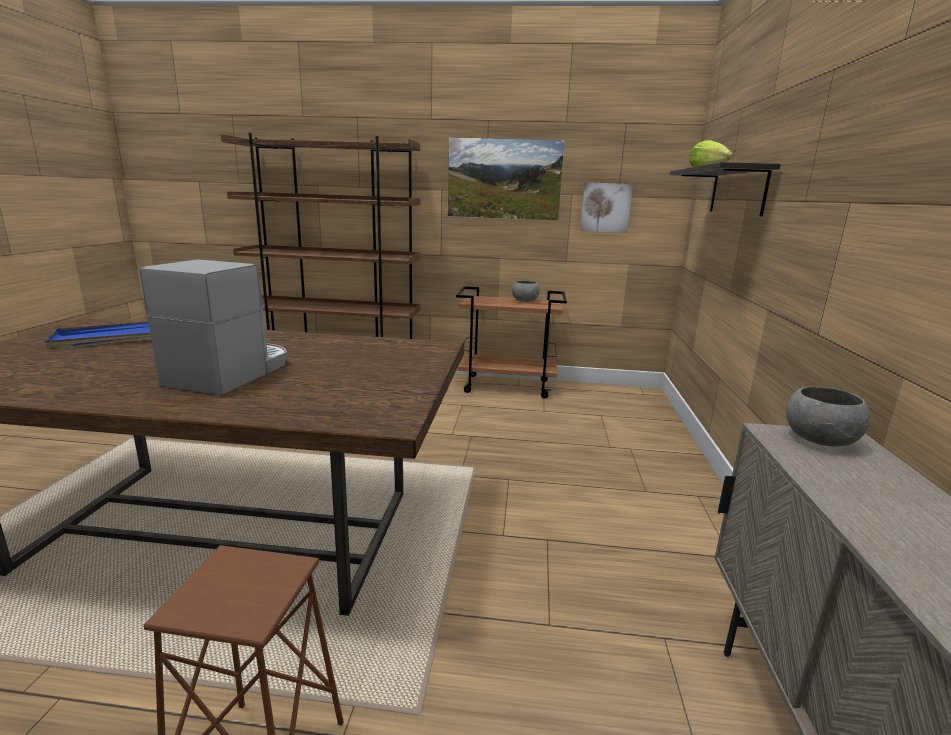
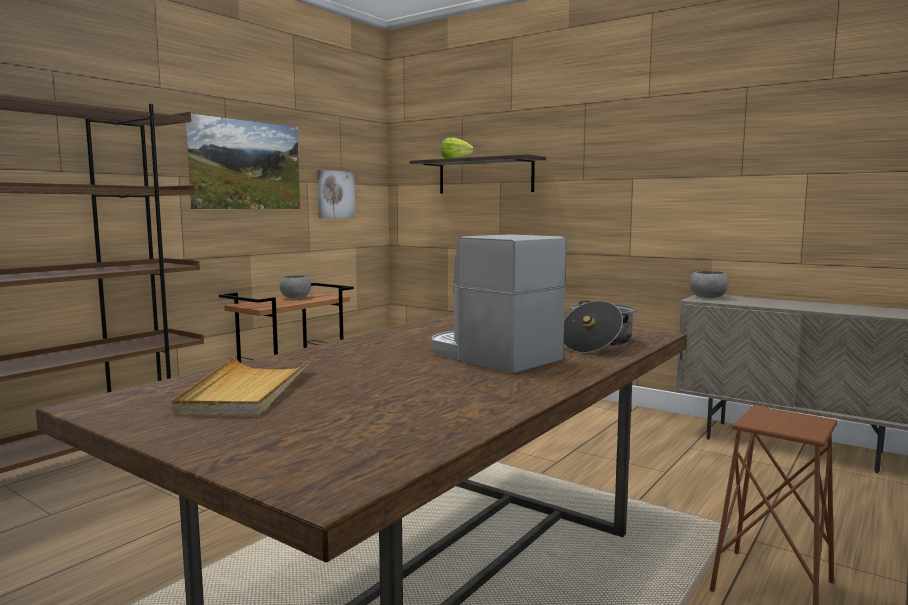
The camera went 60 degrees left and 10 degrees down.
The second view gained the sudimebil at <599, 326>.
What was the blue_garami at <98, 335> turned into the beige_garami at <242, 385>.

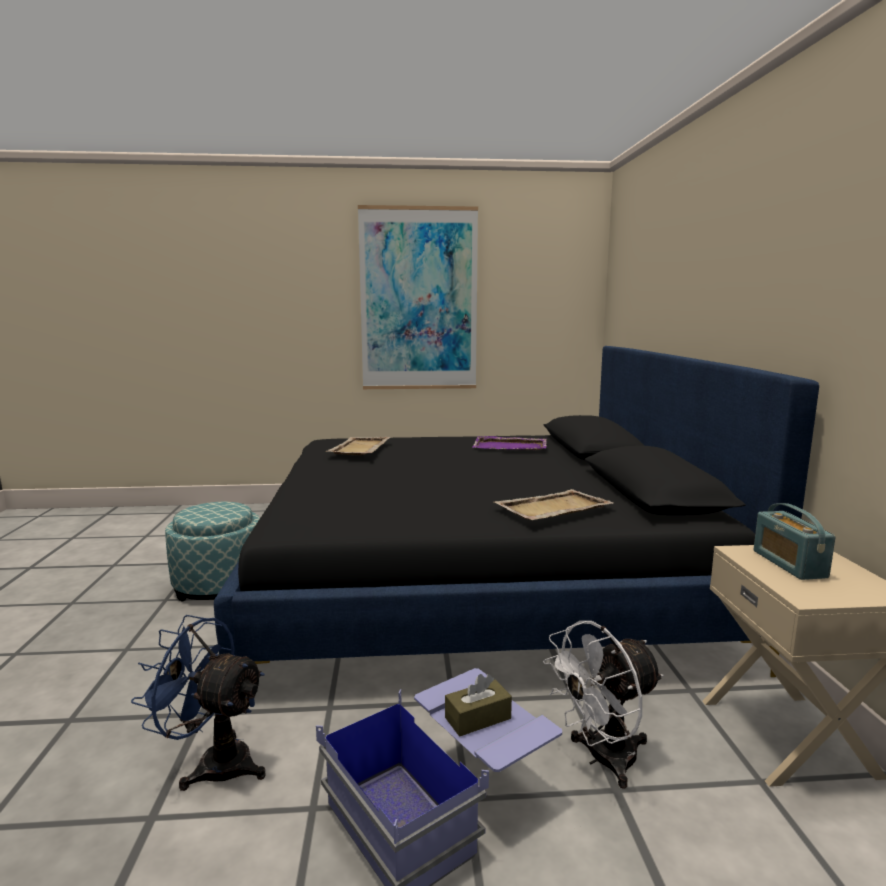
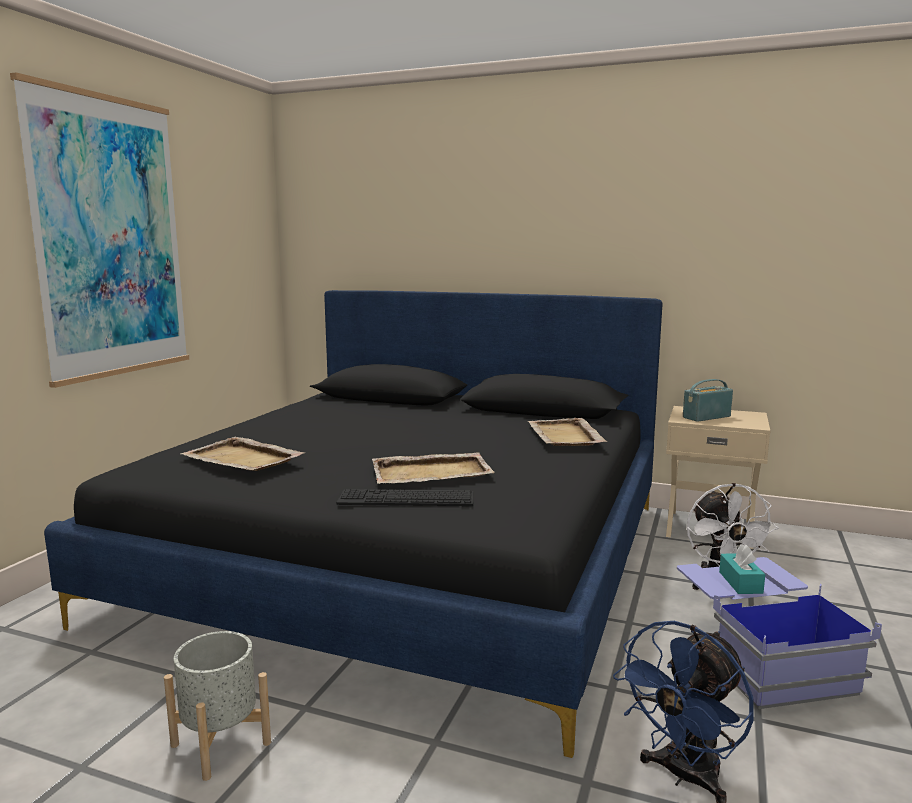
The camera went 65 degrees left and 0 degrees up.
The second view lost the purple_garami at <509, 443>.
The second view gained the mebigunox at <405, 497>.
The second view gained the beige_garami at <433, 468>.
Where the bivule stood at <212, 552>, the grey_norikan came to stand at <217, 706>.
What was the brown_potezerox at <478, 705> turned into the turquoise_potezerox at <742, 569>.
The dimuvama at <794, 541> ended up facing another way, 135 degrees clockwise from before.

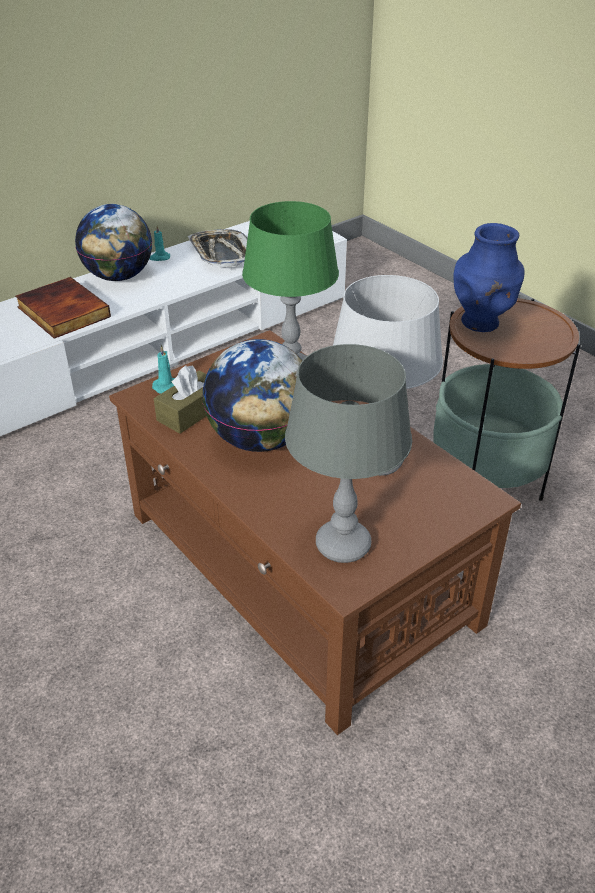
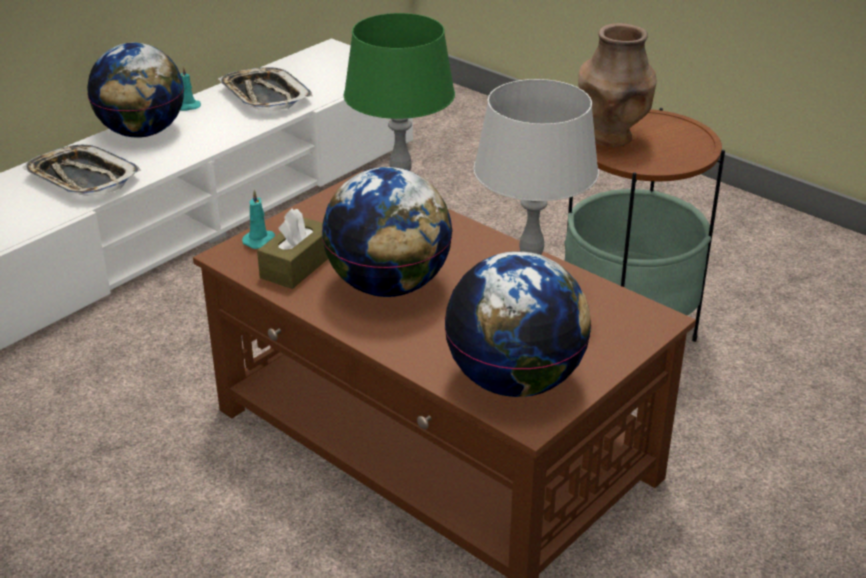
The camera went 10 degrees left and 5 degrees down.
Where the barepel stood at <63, 308>, the garami came to stand at <82, 170>.
Where the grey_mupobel stood at <348, 453>, the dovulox came to stand at <517, 324>.
What was the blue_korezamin at <489, 277> turned into the brown_korezamin at <617, 85>.

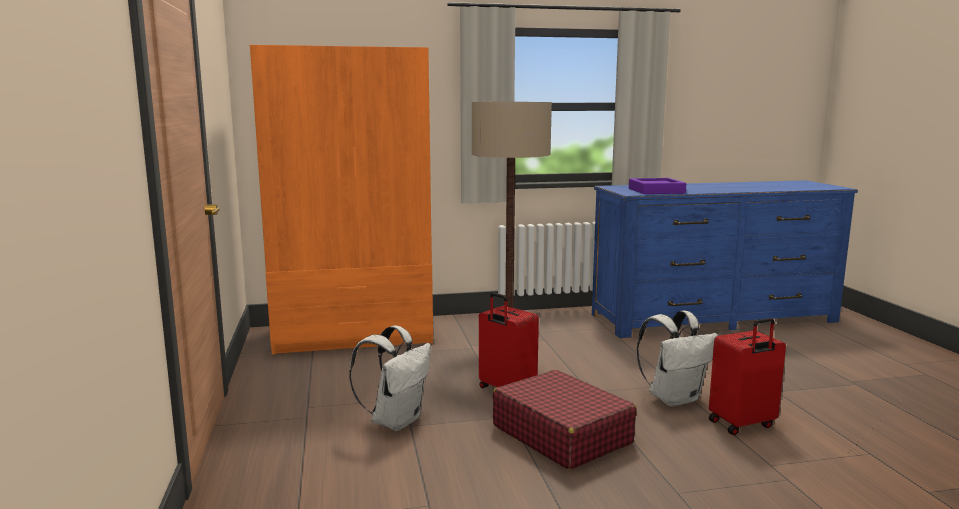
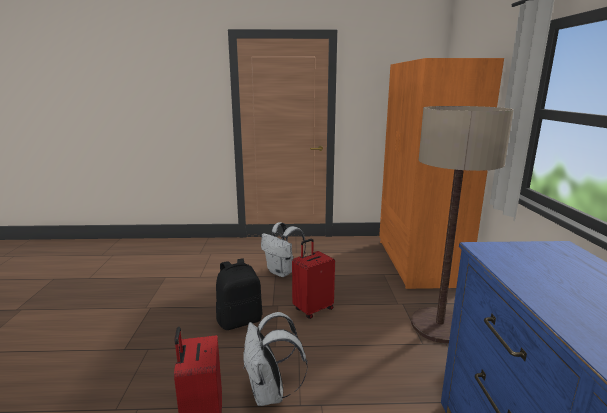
The camera went 100 degrees right and 5 degrees up.
The second view lost the purple_garami at <657, 186>.
Where the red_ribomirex stood at <564, 420>, the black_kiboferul came to stand at <239, 294>.

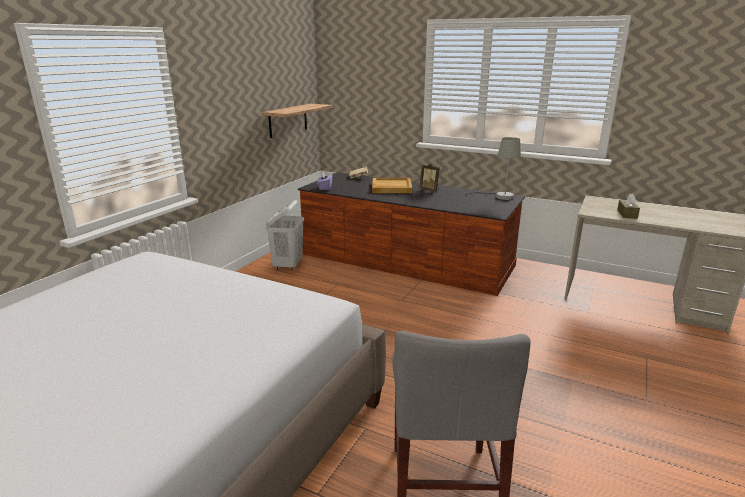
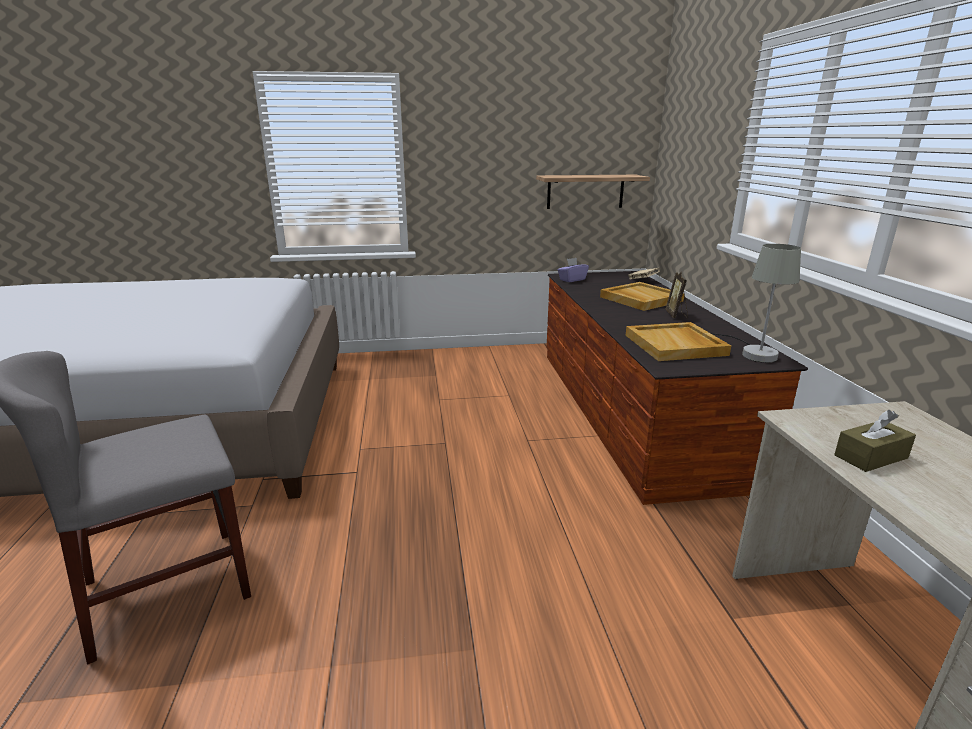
The camera went 55 degrees right and 0 degrees up.
The second view lost the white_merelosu at <285, 235>.
The second view gained the beige_garami at <678, 341>.

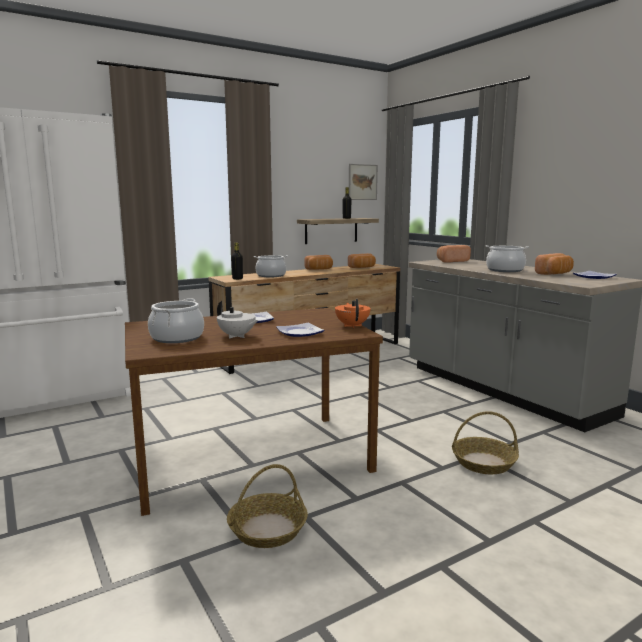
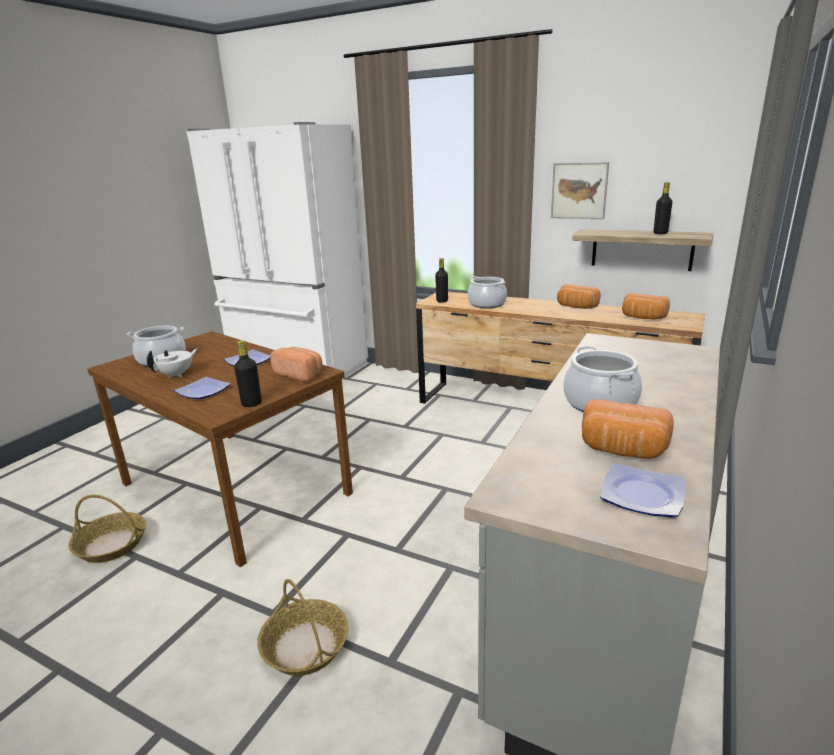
The camera went 60 degrees right and 10 degrees up.
The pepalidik ended up elsewhere, having gone from <363, 182> to <580, 190>.
The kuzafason ended up elsewhere, having gone from <454, 254> to <296, 364>.
Where the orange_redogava stood at <352, 313>, the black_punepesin came to stand at <248, 373>.
The white_redogava at <238, 319> ended up facing another way, 150 degrees counterclockwise from before.

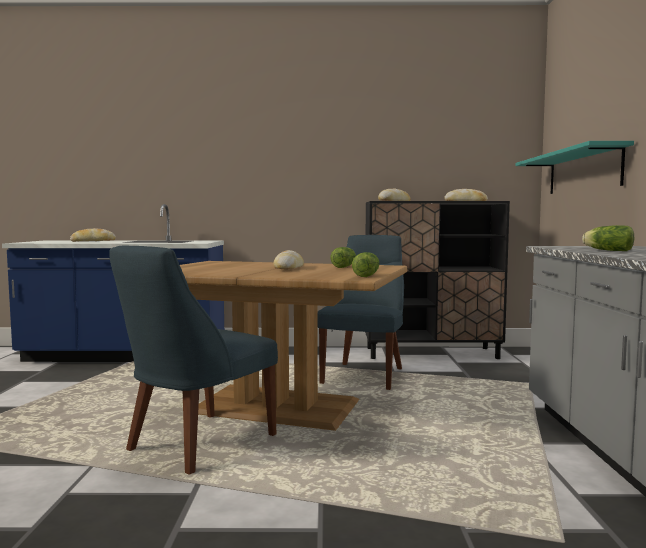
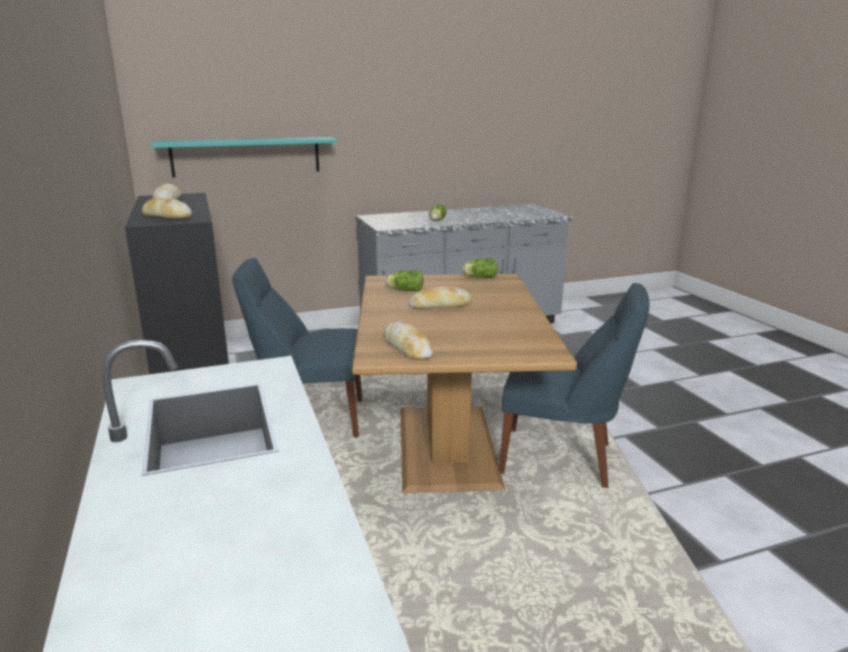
The camera went 110 degrees left and 15 degrees up.
The kuzafason ended up elsewhere, having gone from <93, 235> to <408, 340>.

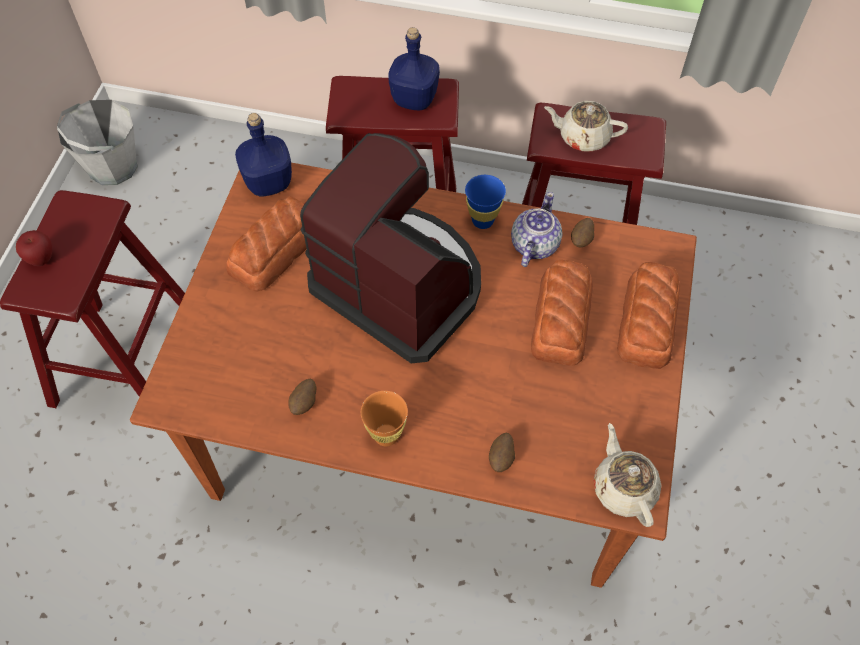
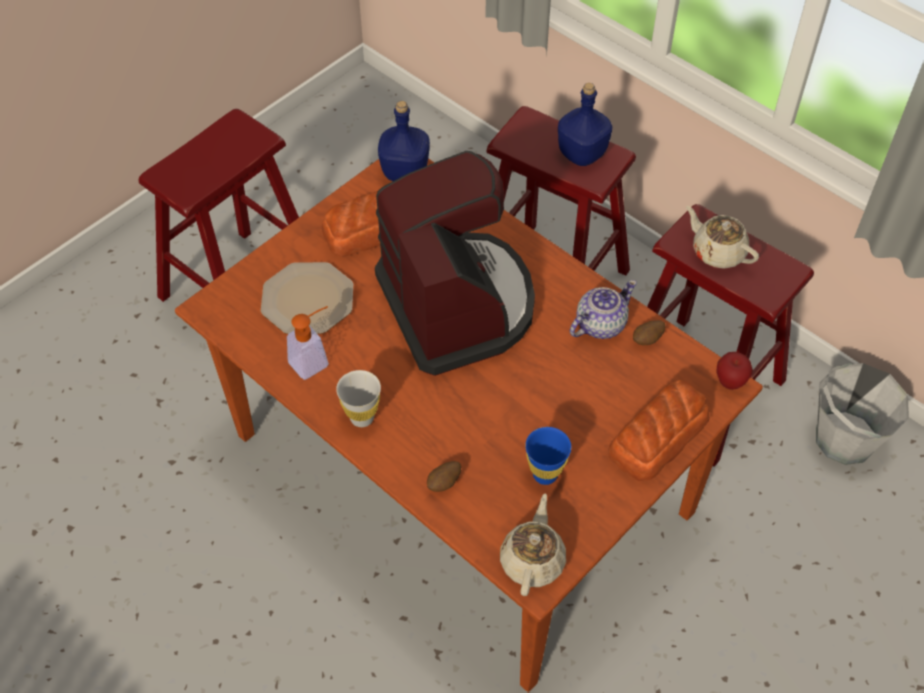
The camera went 30 degrees right and 5 degrees down.
The second view lost the kuzafason at <562, 313>.
The second view gained the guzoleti at <307, 298>.
The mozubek ended up elsewhere, having gone from <34, 248> to <735, 371>.
The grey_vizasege ended up elsewhere, having gone from <97, 142> to <862, 414>.
The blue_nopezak ended up elsewhere, having gone from <485, 202> to <548, 456>.
Where the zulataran stood at <302, 397>, the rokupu came to stand at <308, 343>.
What was the orange_nopezak at <384, 419> turned into the white_nopezak at <358, 398>.

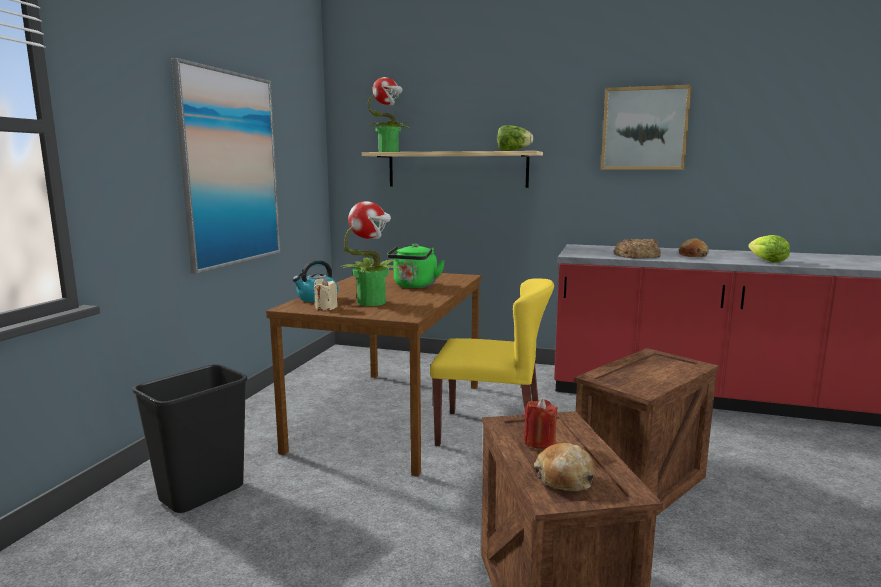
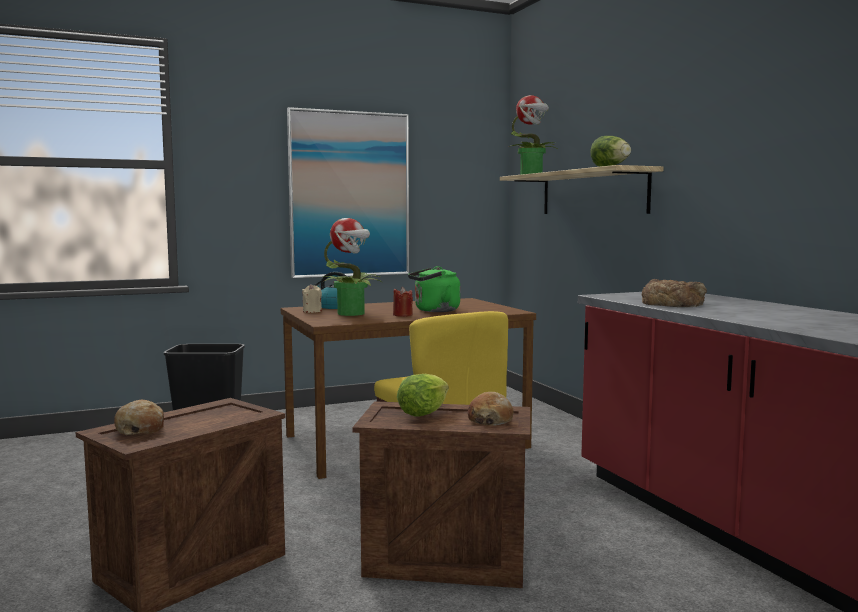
The camera went 50 degrees right and 5 degrees down.
The second view lost the pepalidik at <646, 127>.
The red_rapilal ended up elsewhere, having gone from <541, 424> to <403, 302>.
The kuzafason ended up elsewhere, having gone from <694, 248> to <491, 409>.
The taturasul ended up elsewhere, having gone from <769, 249> to <423, 395>.

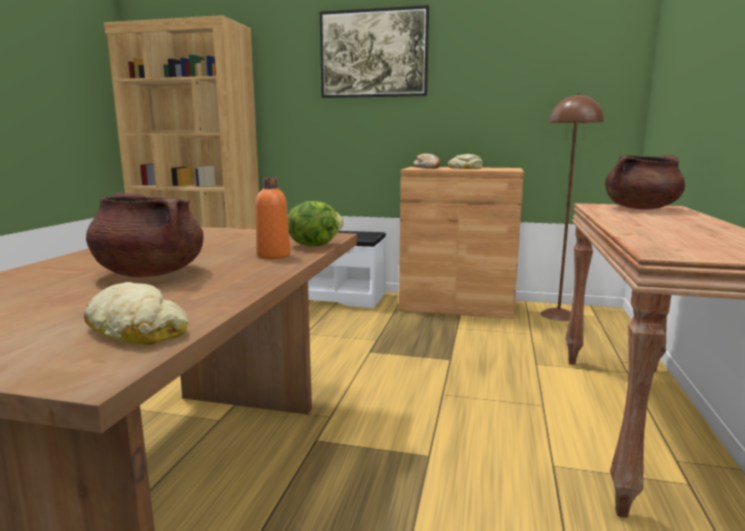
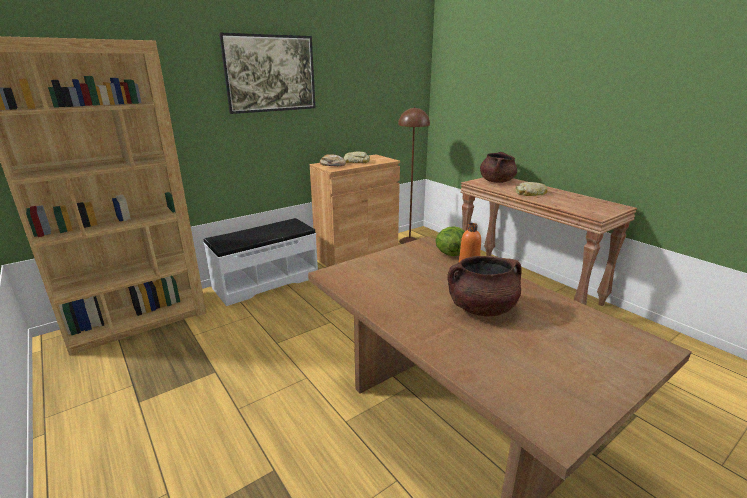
The camera went 50 degrees left and 10 degrees up.
The kuzafason ended up elsewhere, having gone from <136, 313> to <532, 189>.

